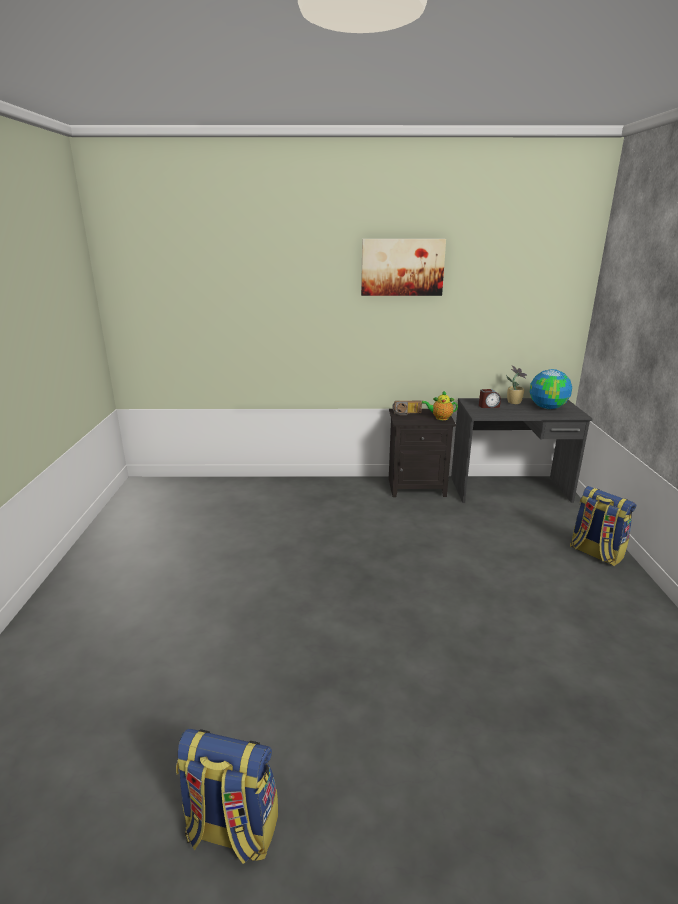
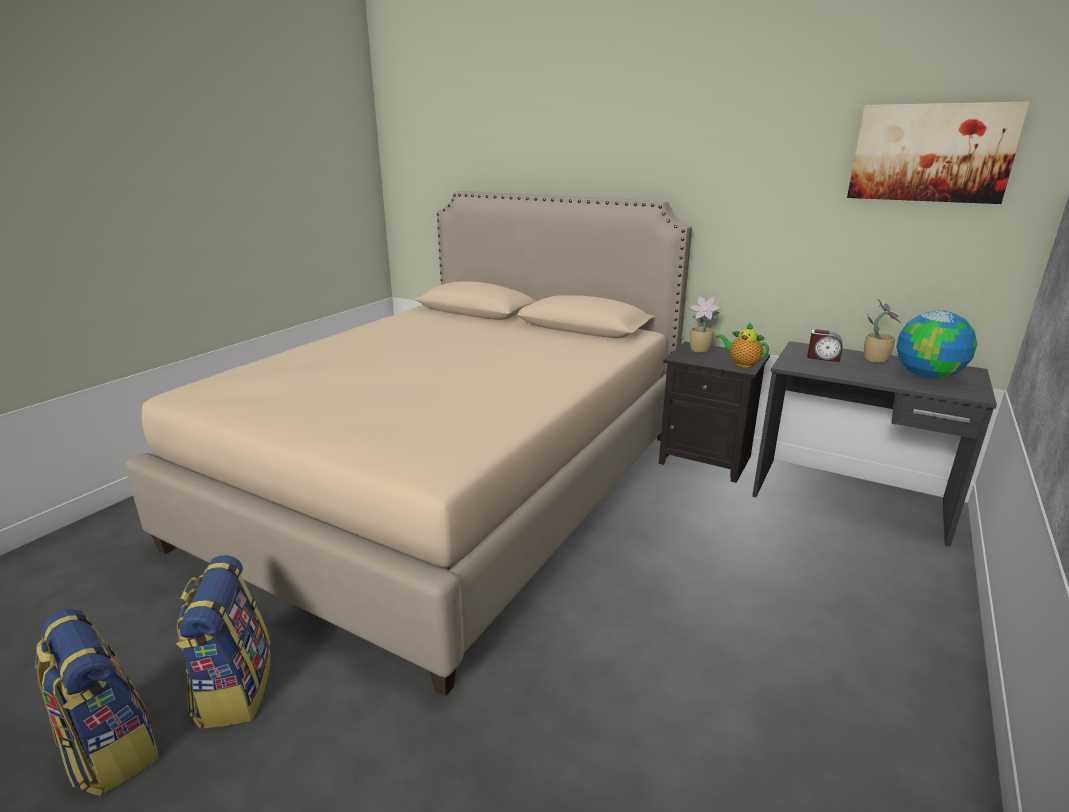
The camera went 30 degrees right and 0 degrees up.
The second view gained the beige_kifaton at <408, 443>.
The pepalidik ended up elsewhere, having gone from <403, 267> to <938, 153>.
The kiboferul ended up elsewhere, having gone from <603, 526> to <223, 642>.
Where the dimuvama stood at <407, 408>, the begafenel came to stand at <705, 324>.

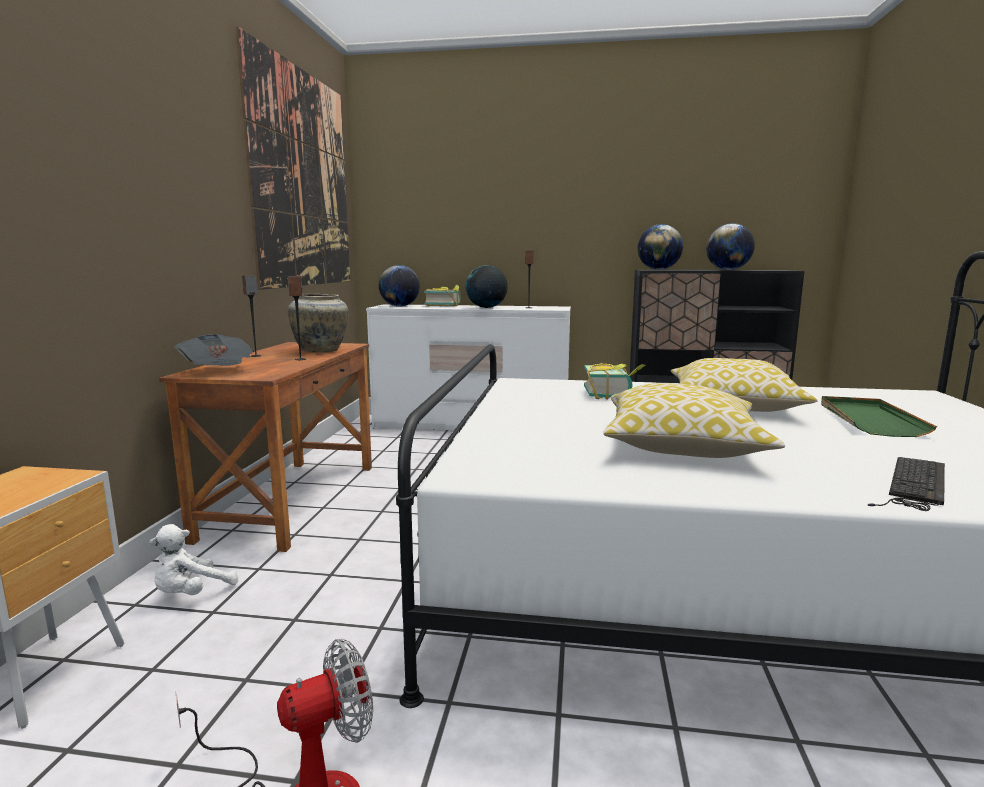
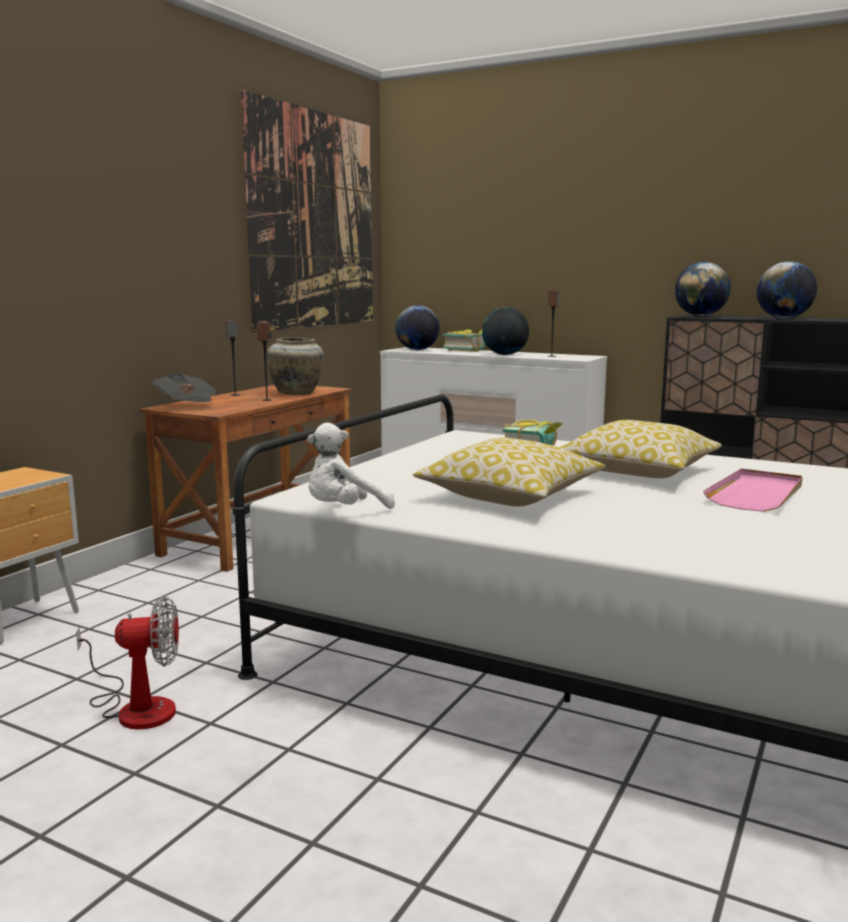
The camera went 20 degrees right and 0 degrees up.
The second view lost the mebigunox at <906, 484>.
The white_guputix ended up elsewhere, having gone from <193, 559> to <351, 466>.
What was the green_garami at <879, 416> turned into the pink_garami at <753, 490>.

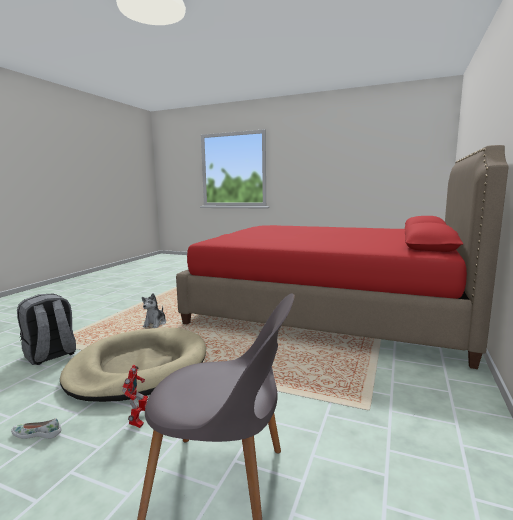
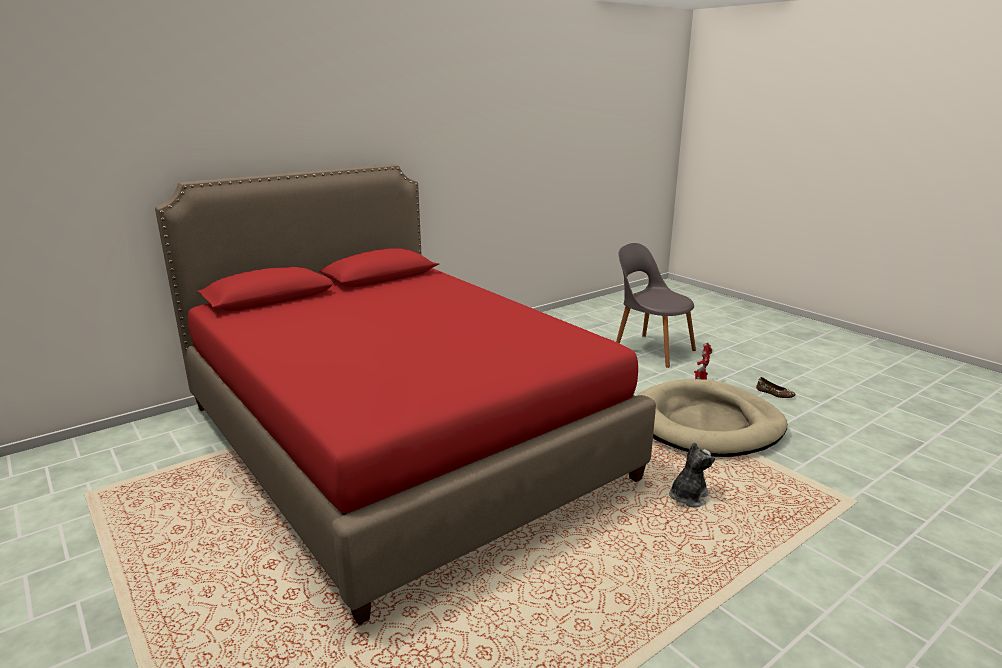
The camera went 150 degrees left and 10 degrees up.
The second view lost the grey_kiboferul at <46, 329>.
What was the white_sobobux at <36, 428> turned into the brown_sobobux at <776, 387>.

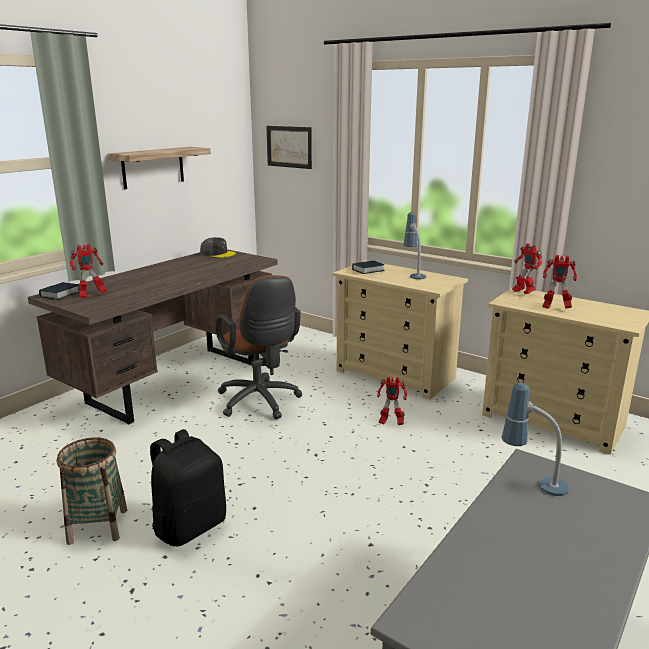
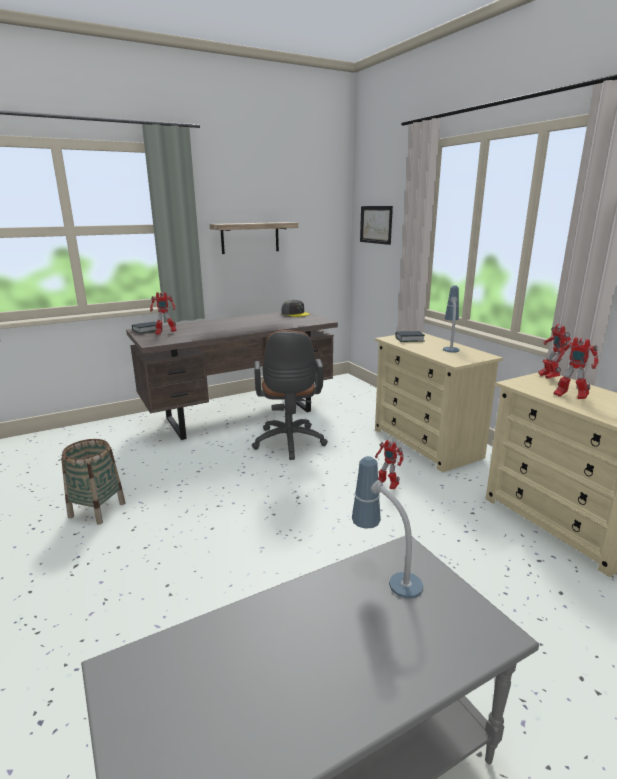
The camera went 25 degrees right and 0 degrees up.
The second view lost the black_kiboferul at <188, 487>.

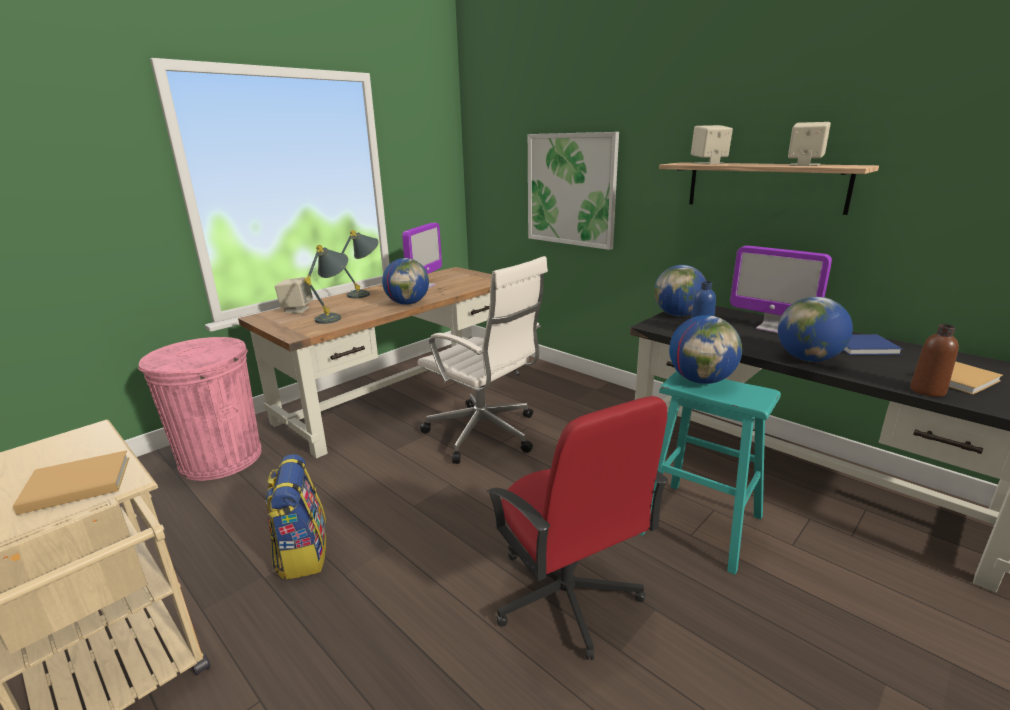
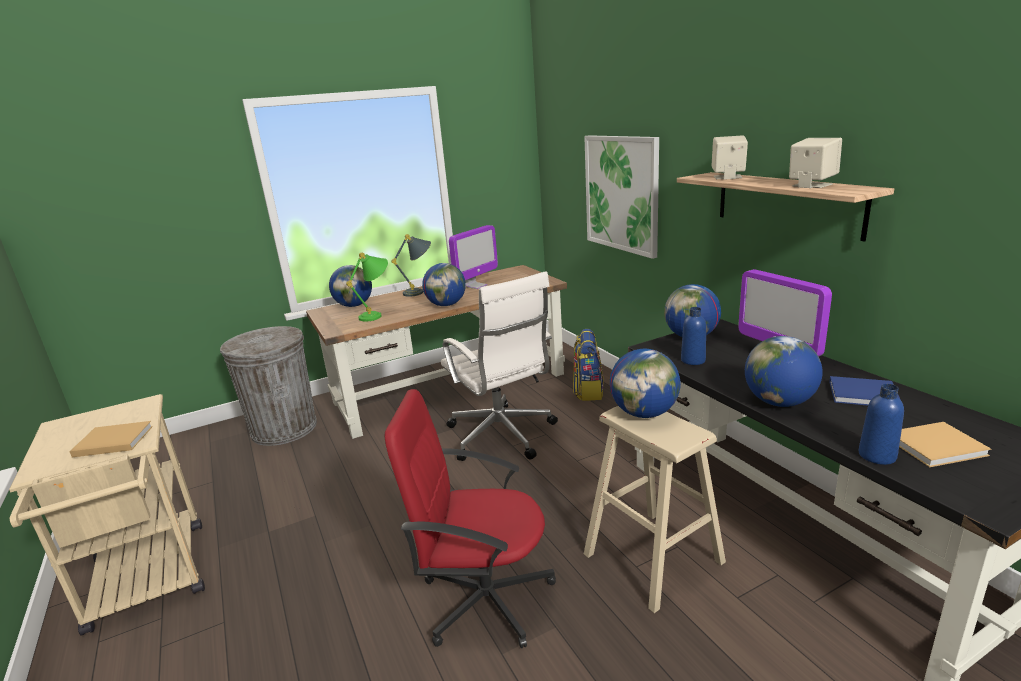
The camera went 20 degrees right and 0 degrees up.
The kiboferul ended up elsewhere, having gone from <295, 517> to <588, 365>.
Where the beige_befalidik stood at <294, 295>, the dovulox came to stand at <350, 286>.
What was the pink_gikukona at <200, 409> turned into the grey_gikukona at <268, 386>.
What was the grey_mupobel at <326, 284> turned into the green_mupobel at <367, 287>.
What was the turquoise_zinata at <710, 473> turned into the beige_zinata at <655, 509>.
What was the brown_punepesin at <934, 360> turned into the blue_punepesin at <881, 424>.
The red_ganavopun at <577, 528> ended up facing another way, 105 degrees clockwise from before.

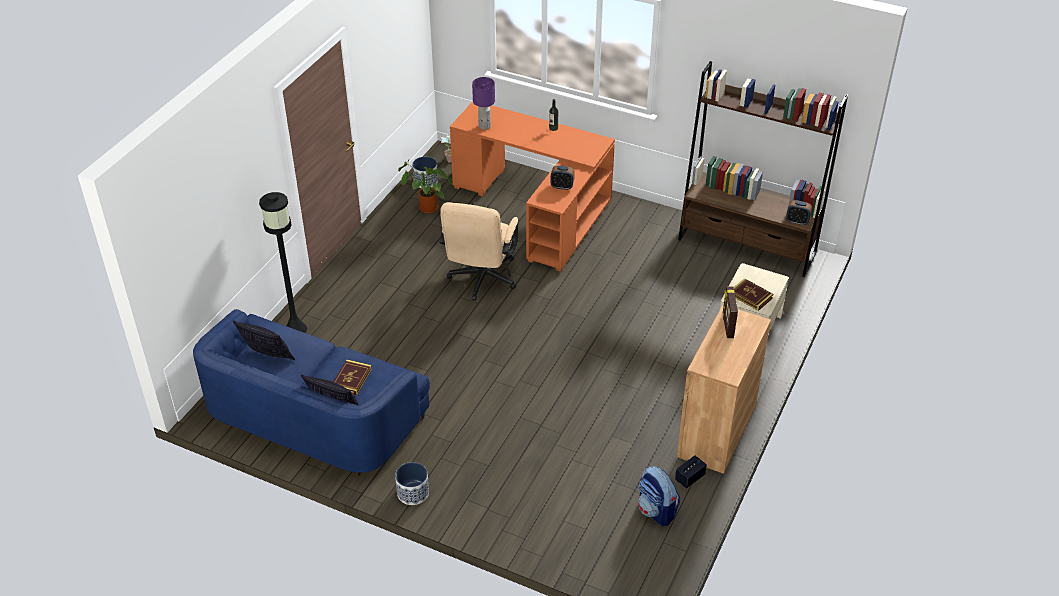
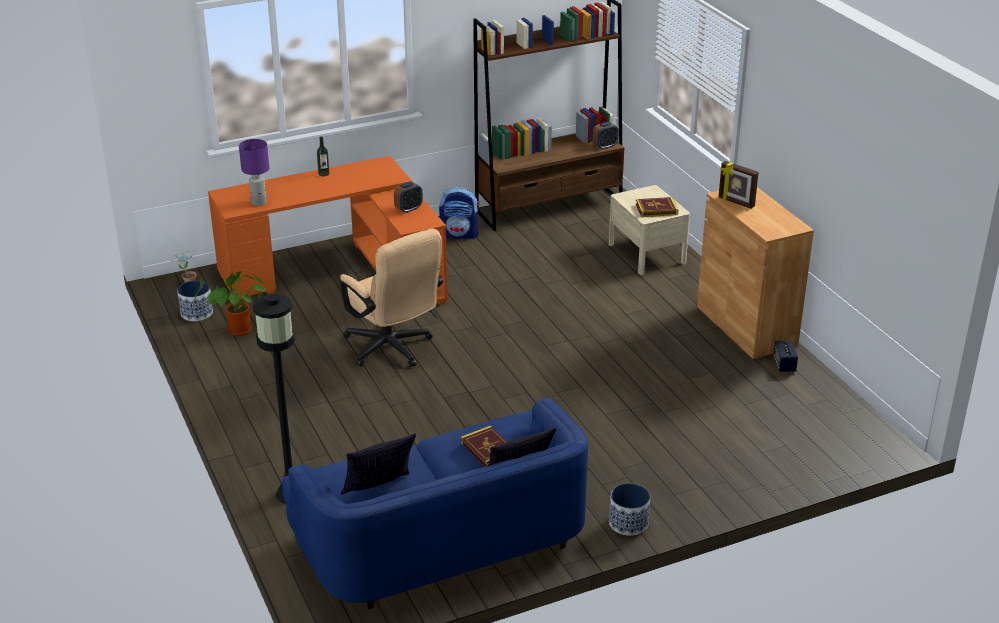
The camera went 50 degrees left and 10 degrees down.
The kiboferul ended up elsewhere, having gone from <659, 496> to <459, 212>.

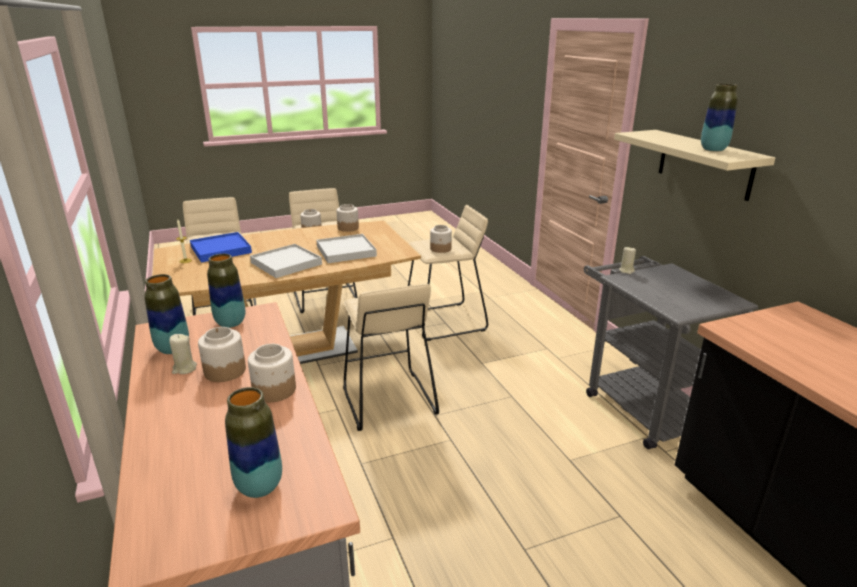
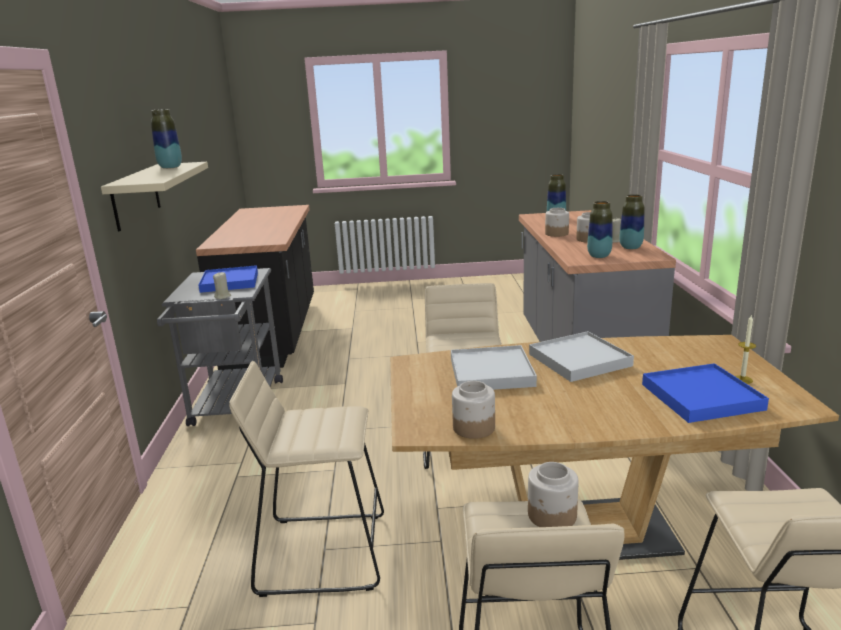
The camera went 160 degrees left and 5 degrees down.
The second view lost the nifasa at <441, 239>.
The second view gained the blue_garami at <228, 279>.

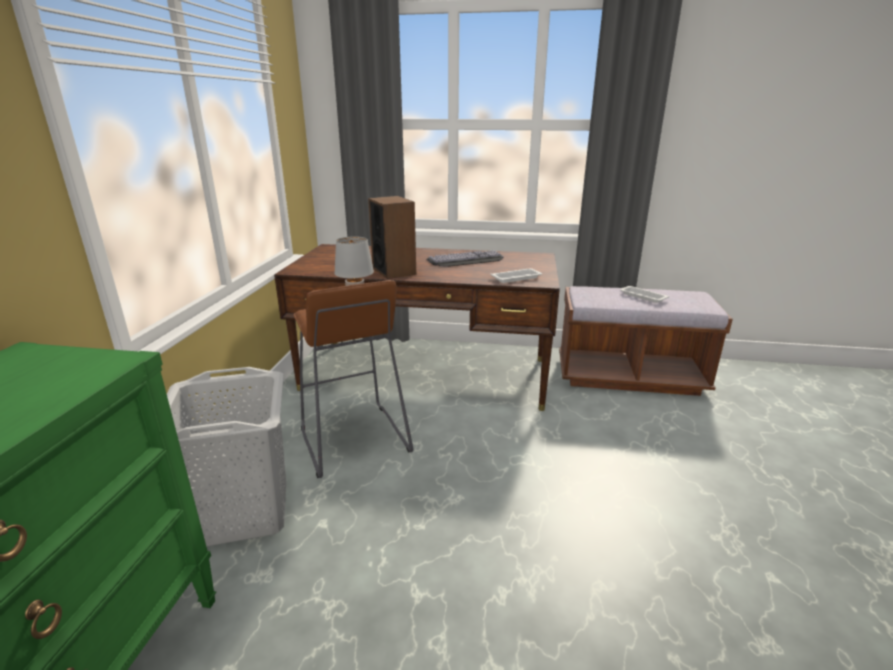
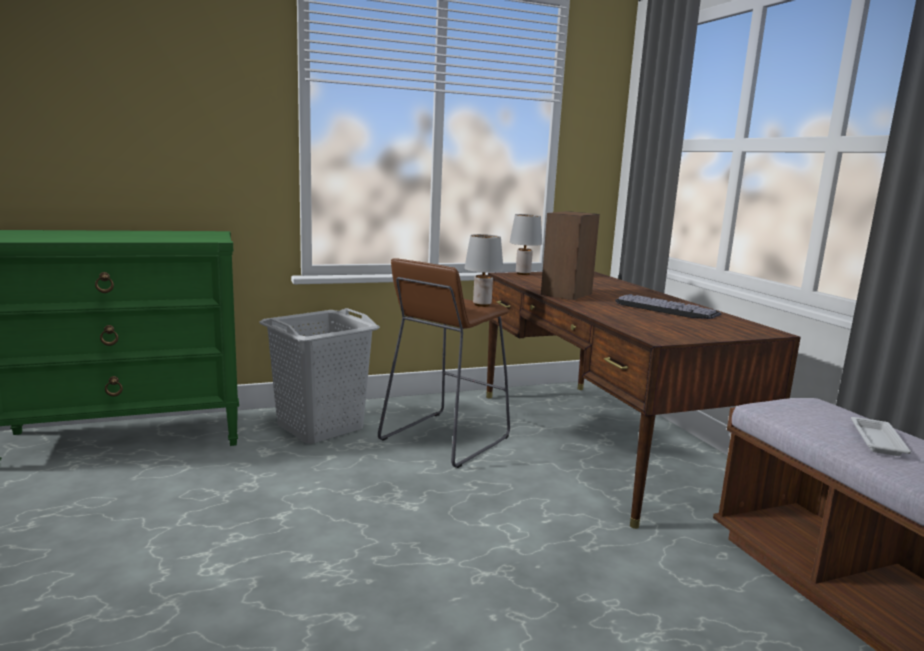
The camera went 60 degrees right and 10 degrees down.
The second view lost the white_garami at <516, 275>.
The second view gained the grey_mupobel at <526, 244>.

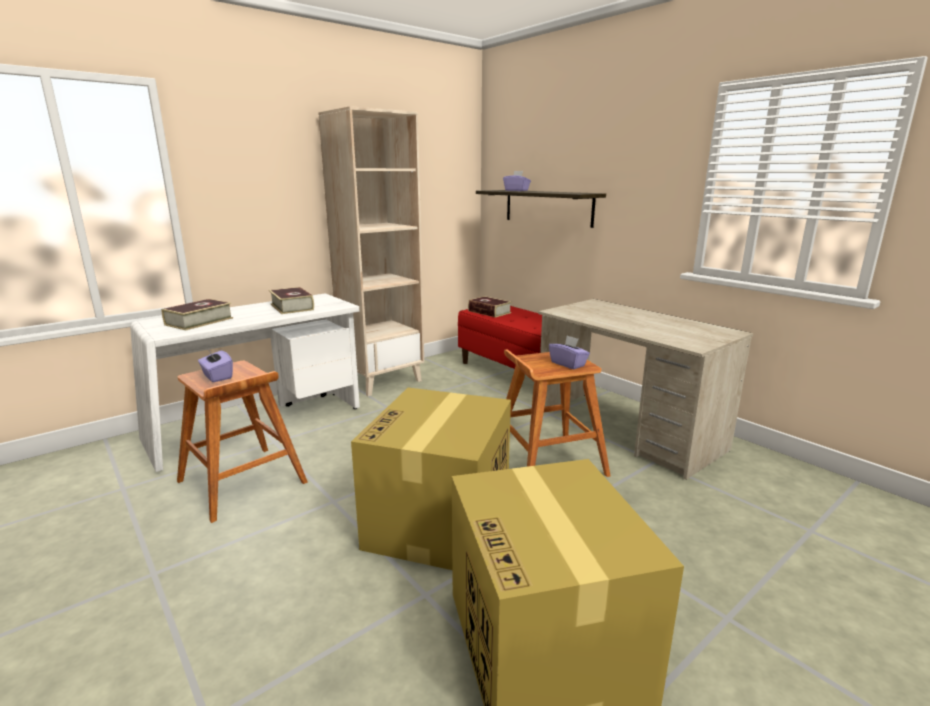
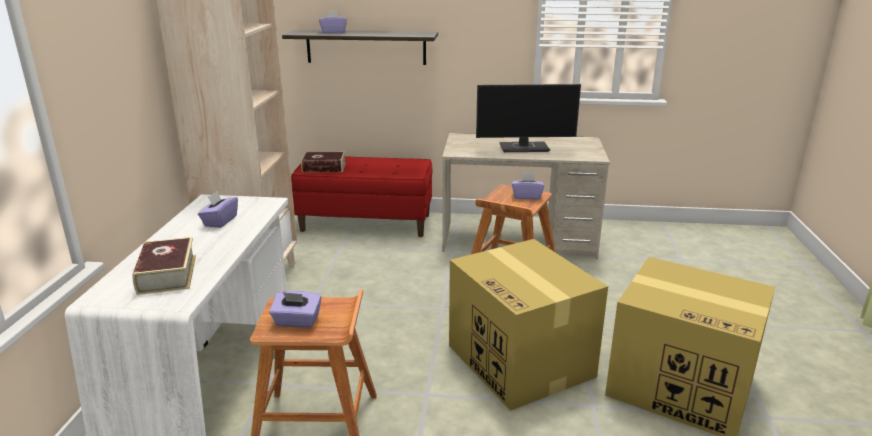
The camera went 45 degrees left and 5 degrees up.
The second view gained the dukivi at <528, 118>.
Where the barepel stood at <291, 300>, the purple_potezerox came to stand at <218, 209>.

